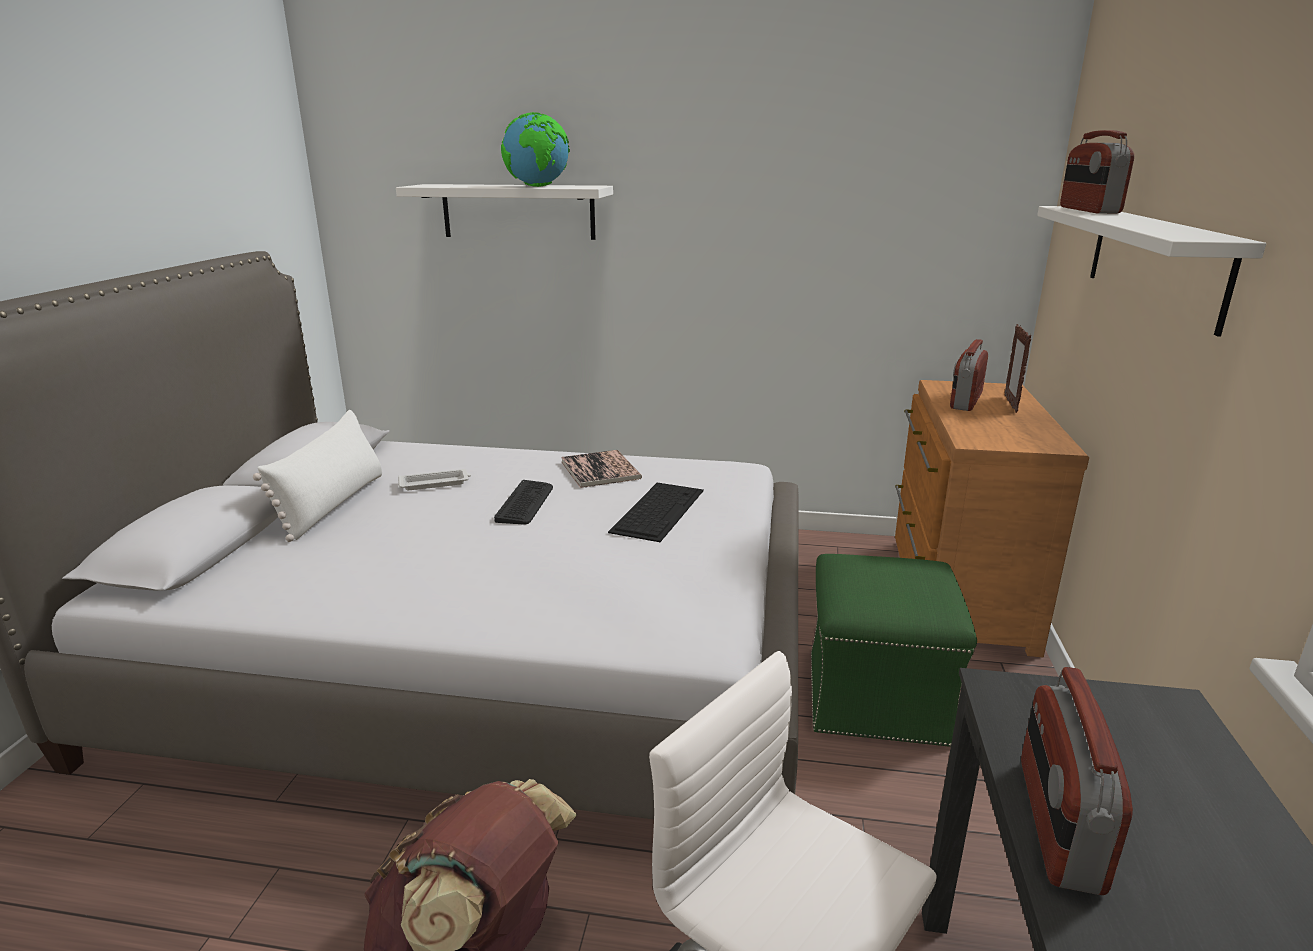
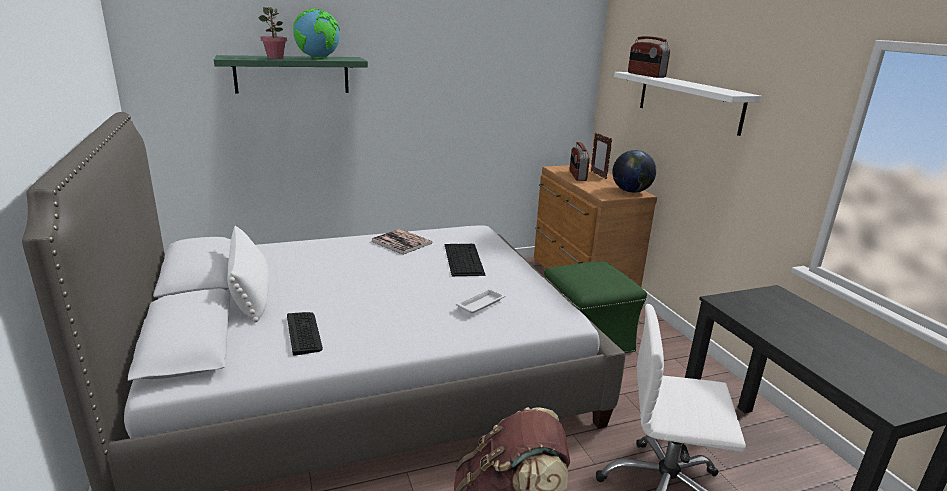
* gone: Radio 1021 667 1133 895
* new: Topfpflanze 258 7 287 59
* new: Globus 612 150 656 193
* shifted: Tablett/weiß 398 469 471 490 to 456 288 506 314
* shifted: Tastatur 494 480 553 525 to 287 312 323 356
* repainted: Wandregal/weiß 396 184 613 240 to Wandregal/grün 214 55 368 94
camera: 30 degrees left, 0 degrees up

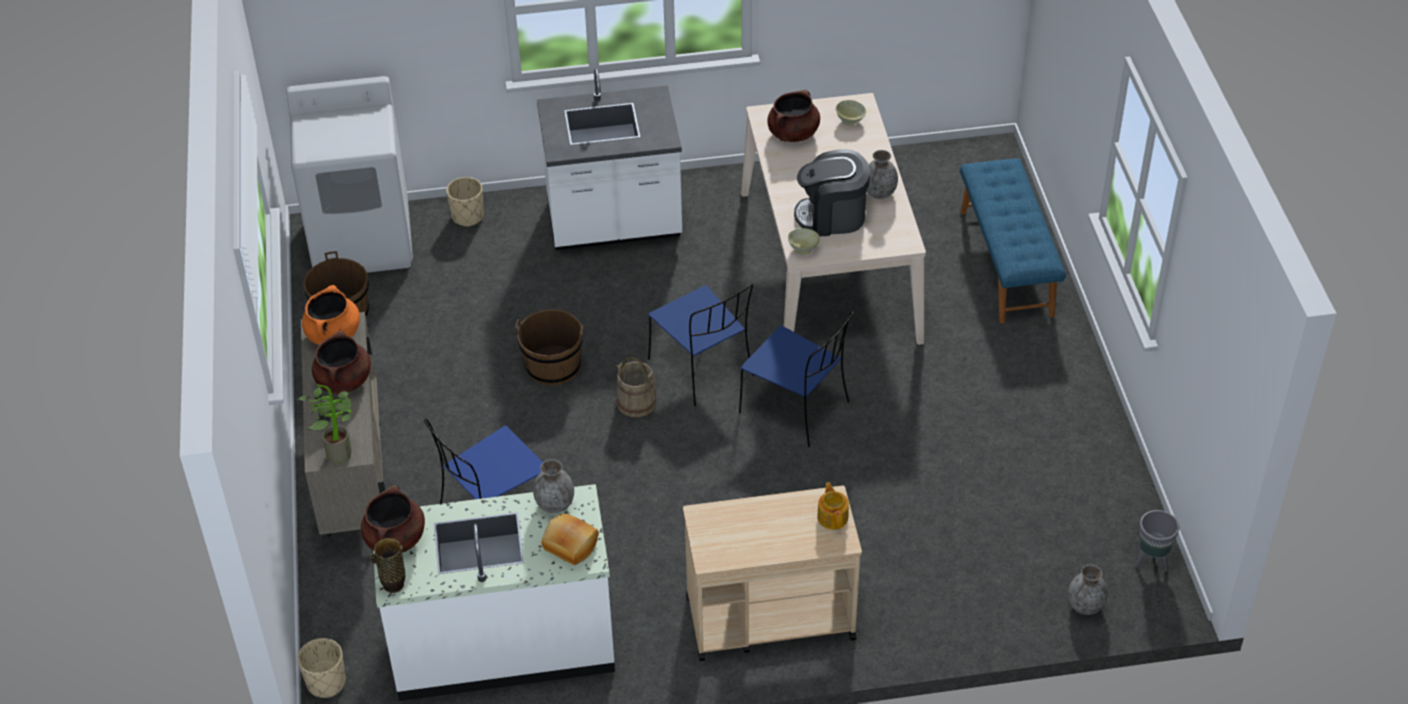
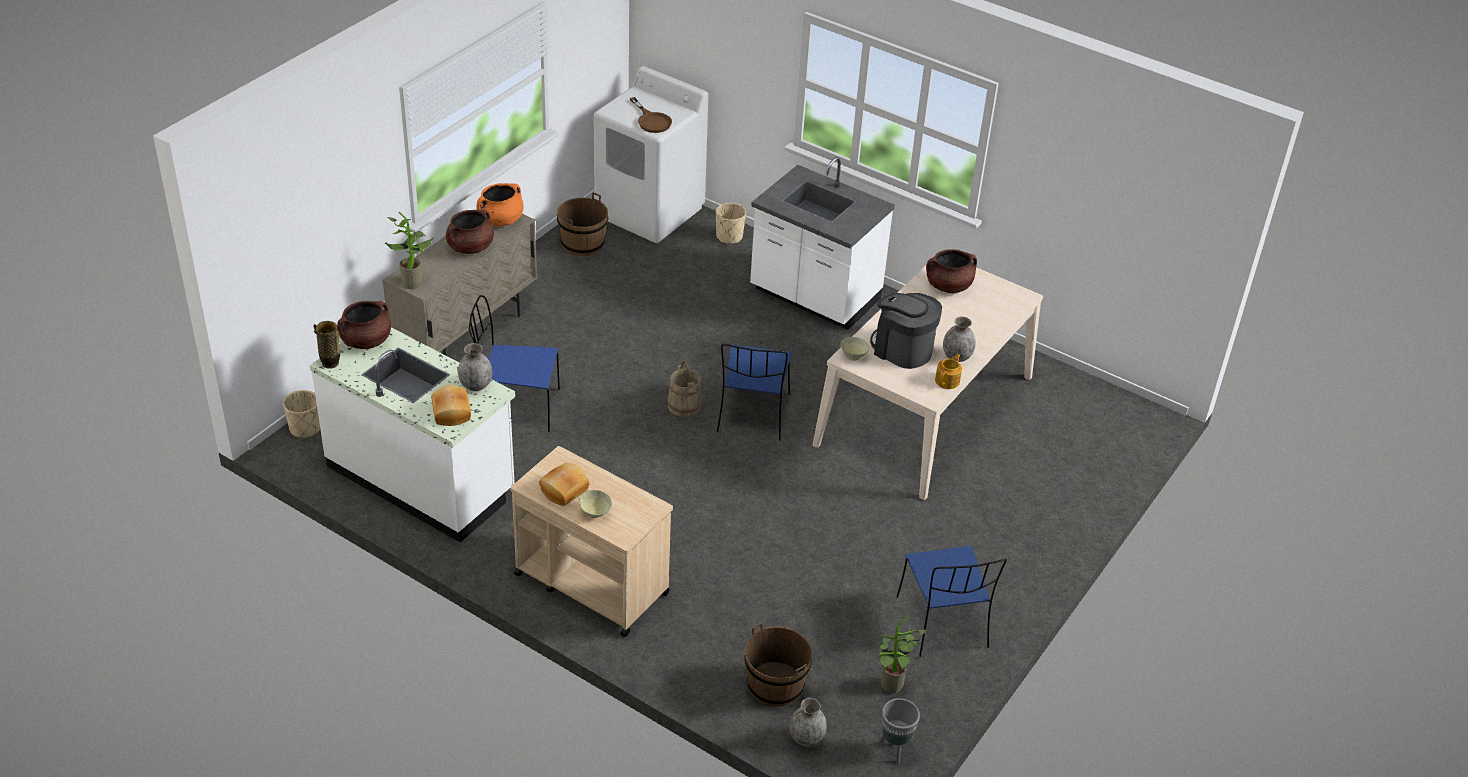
* gone: Bank/blau 960 158 1066 323
* new: Brot 539 463 589 506
* new: Pfanne/braun 630 97 672 133
* new: Topfpflanze 879 616 928 693
* shifted: Eimer/braun 516 309 583 386 to 744 622 812 707
* shifted: Stuhl/blau 739 311 854 447 to 896 546 1007 657
* shifted: Teekanne 817 482 849 530 to 935 354 962 389
* shifted: Schüssel/beige 836 100 866 125 to 579 490 612 518
camera: 40 degrees right, 5 degrees down

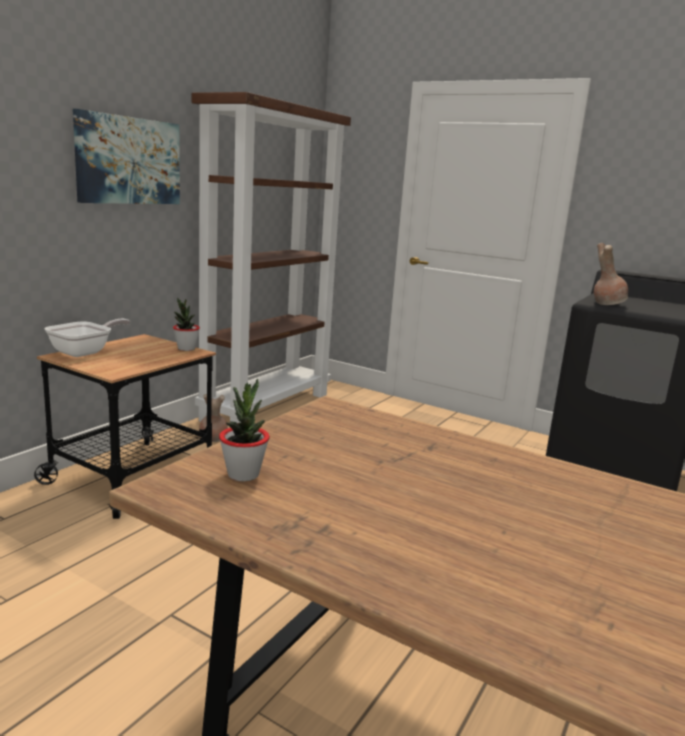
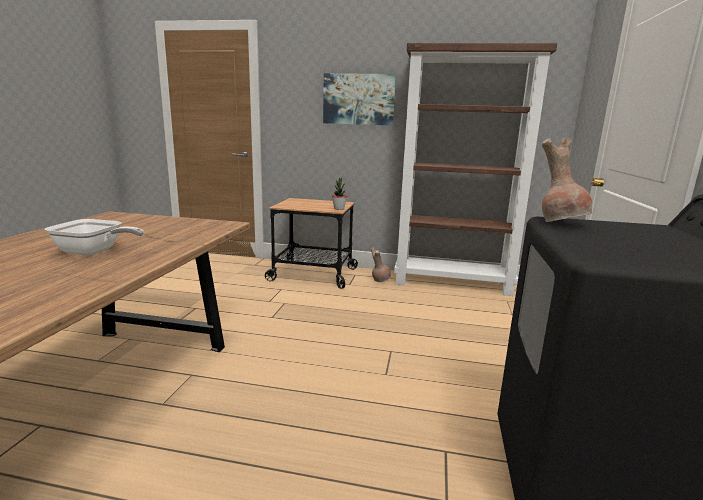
* gone: Topfpflanze 219 378 270 481
* shifted: Pfanne 44 319 130 357 to 45 219 144 256
camera: 70 degrees right, 0 degrees up

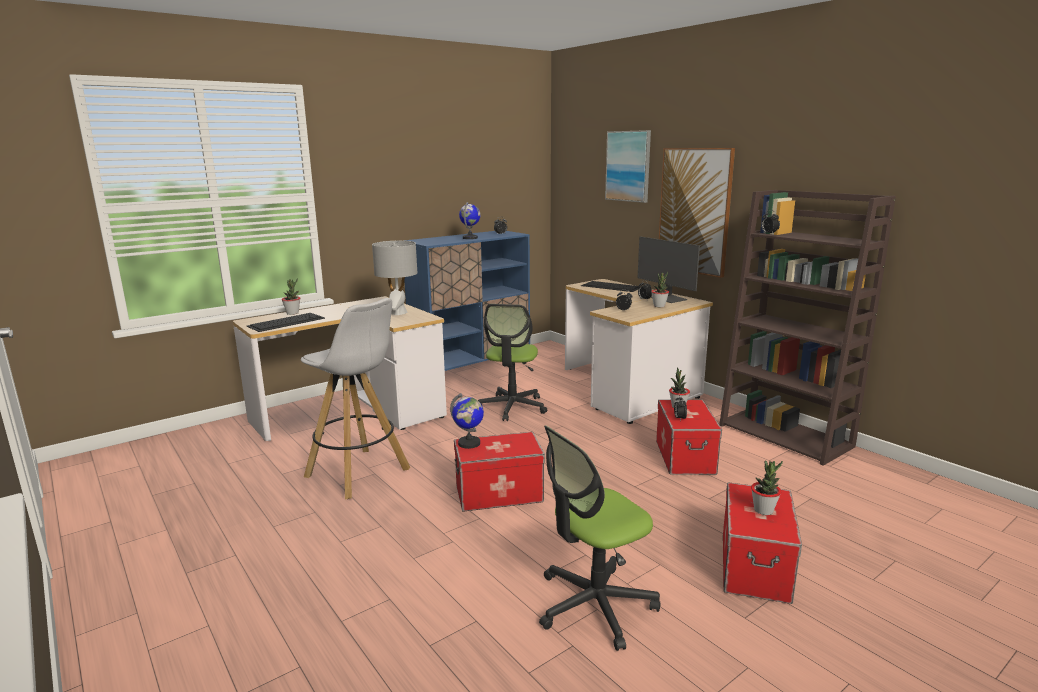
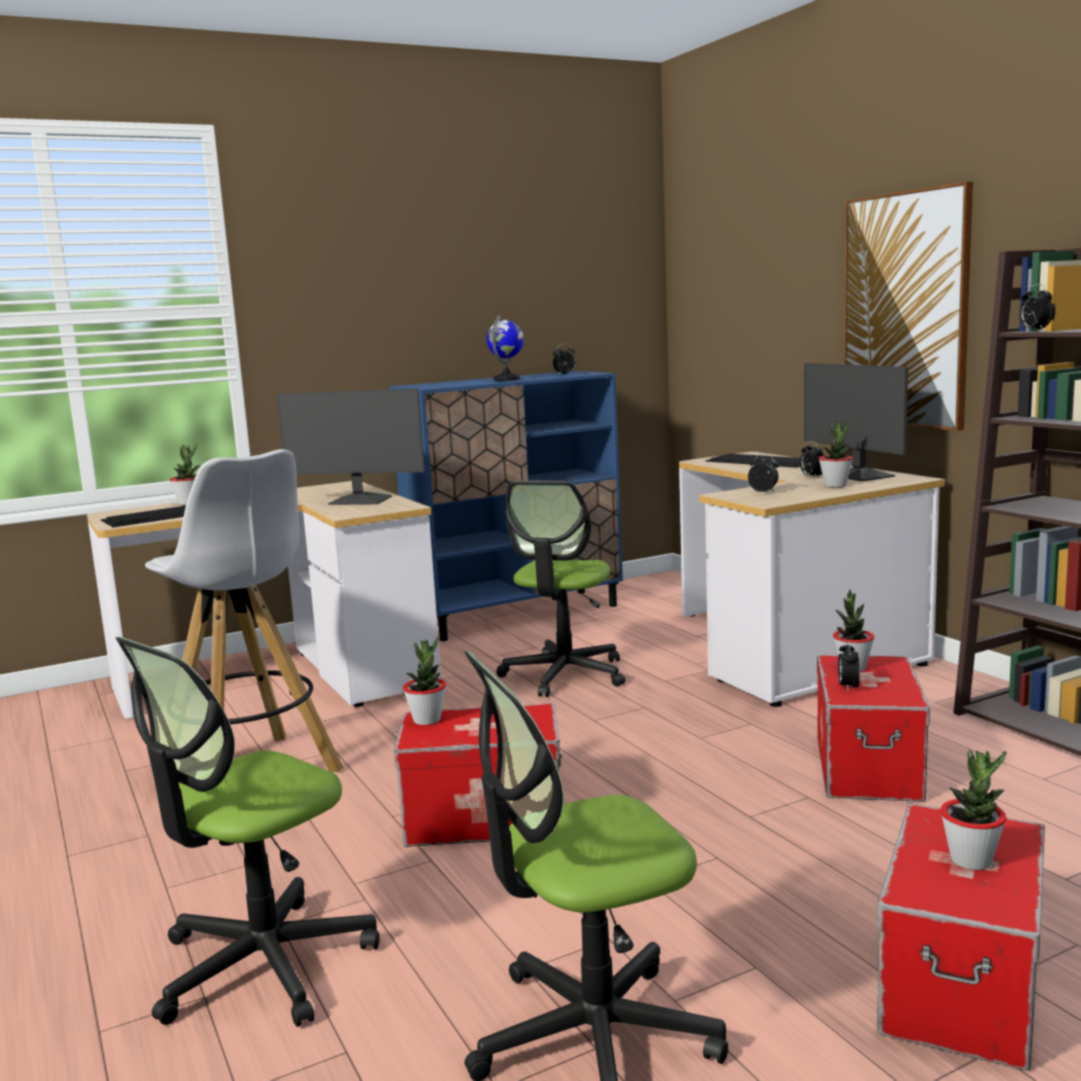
* gone: Bild 605 130 651 203
* new: Bürostuhl 116 637 380 1027
* swapped: Tischlampe/grau 372 241 417 315 to Monitor 276 388 425 505
* swapped: Globus 450 393 484 449 to Topfpflanze 403 636 446 725
camera: 10 degrees right, 5 degrees down

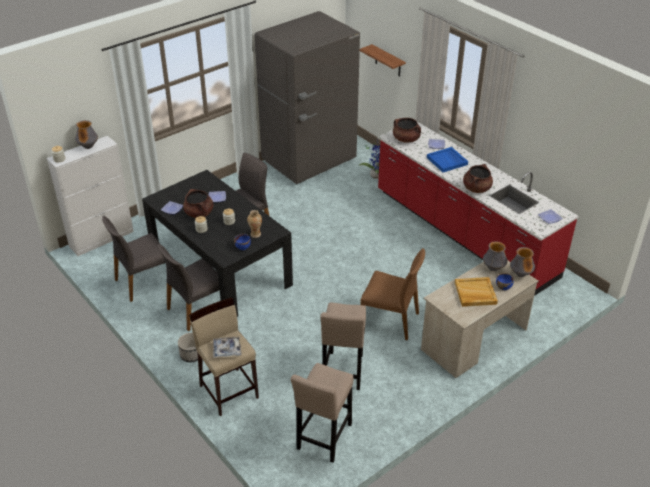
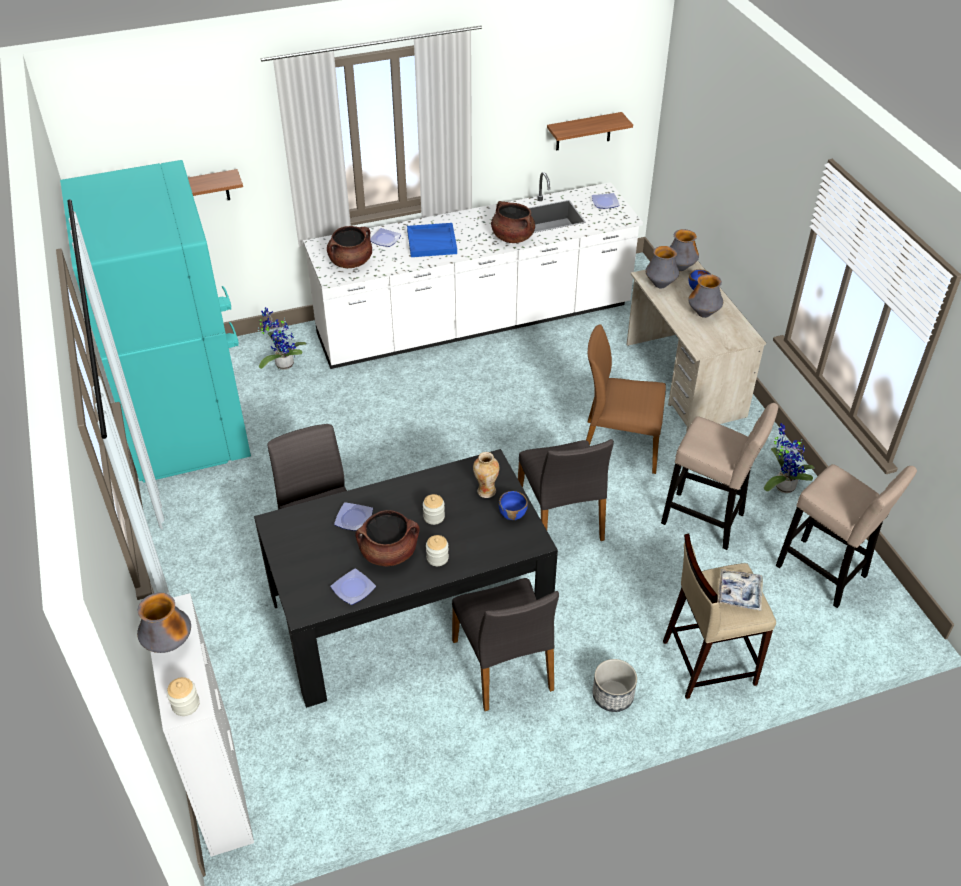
* new: Wandregal 547 112 633 151
* new: Topfpflanze 764 423 815 493
* shifted: Stuhl/grau 102 216 165 302 to 518 439 614 541
* swapped: Tablett/beige 455 277 498 307 to Vase 688 274 723 318
* repainted: Kühlschrank/grau 254 11 360 184 to Kühlschrank/türkis 60 160 251 482
* repainted: Küchenzeile/rot 378 122 579 295 to Küchenzeile/weiß 303 172 643 369
* rotated: Stuhl/braun 360 248 425 341 = 586 324 666 474 120 degrees counterclockwise
camera: 70 degrees left, 5 degrees up

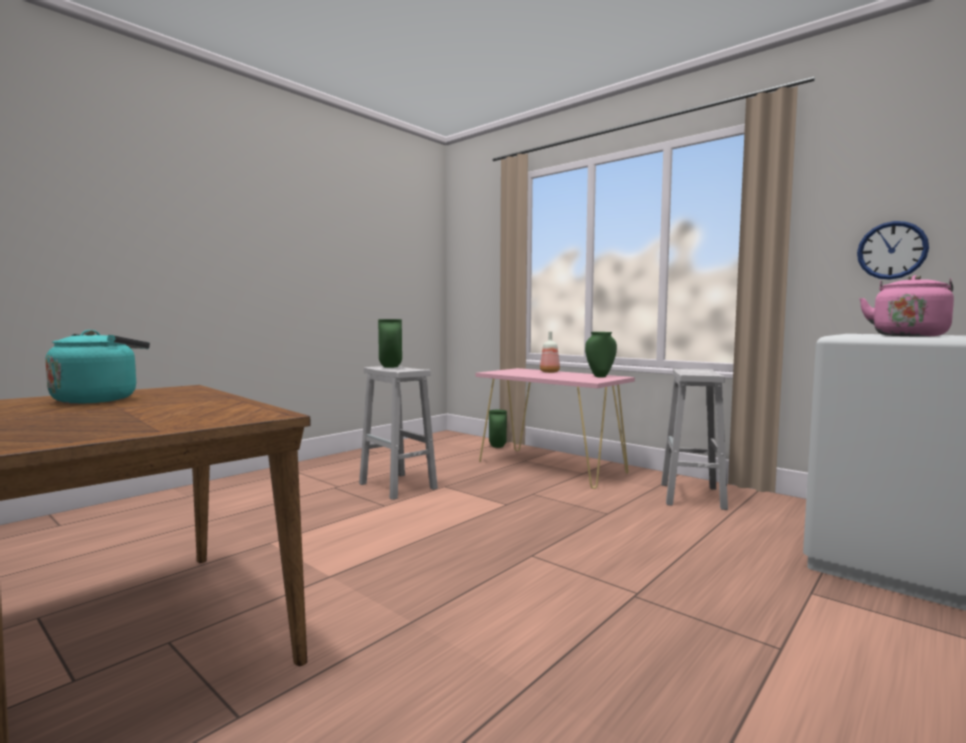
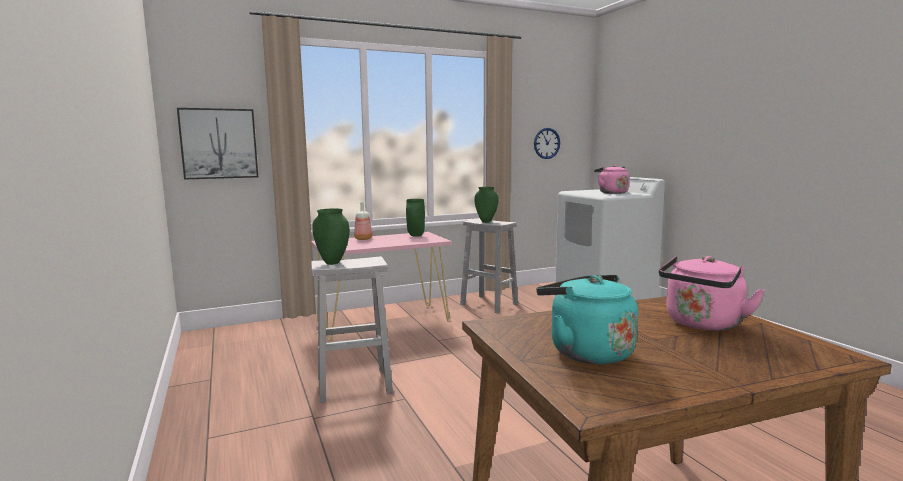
* new: Bild 177 108 258 180
* new: Wasserkessel/rosa 659 256 765 331
* shifted: Vase/grün 489 410 507 448 to 474 187 499 223
camera: 65 degrees left, 5 degrees up

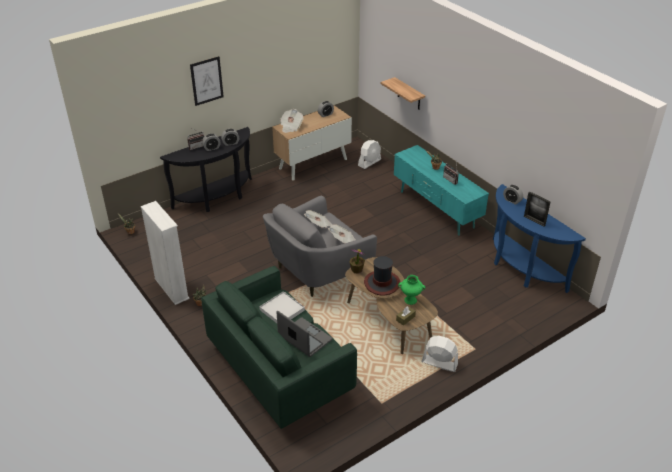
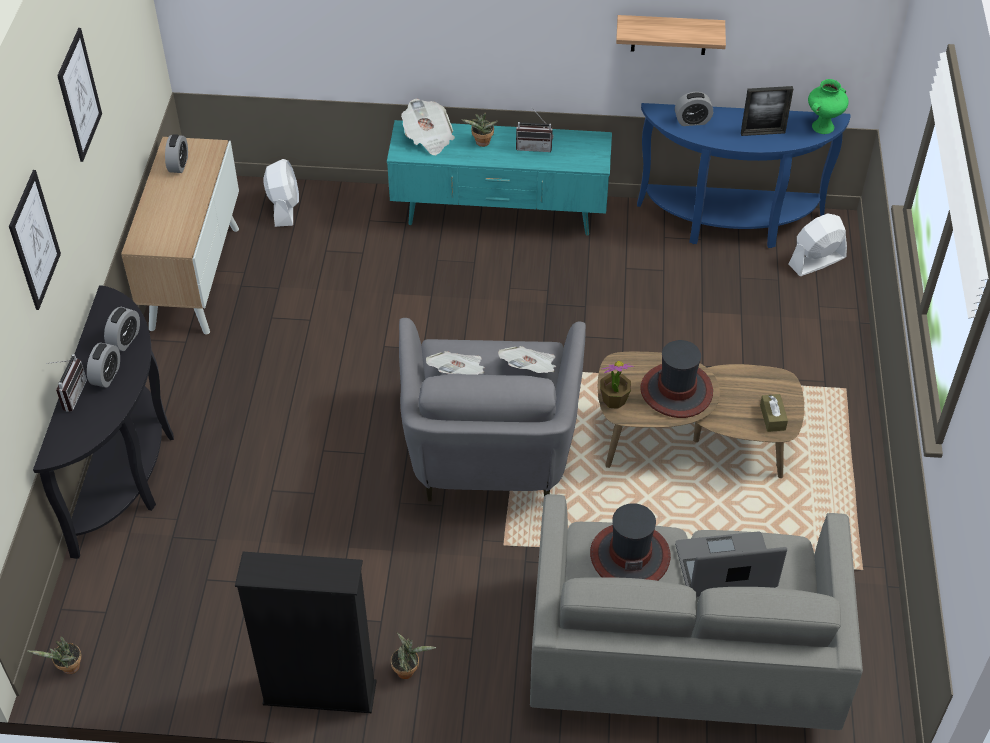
* new: Bild 57 28 102 162
* shifted: Zeitung 280 109 304 133 to 401 99 455 155
* shifted: Wandregal 380 77 425 110 to 616 15 726 55
* shifted: Vase/grün 398 275 425 305 to 808 79 849 134
* shifted: Ventilator/weiß 421 336 458 372 to 788 213 847 276
* swapped: Tablett/weiß 259 291 305 323 to Hut 590 503 671 581
* repainted: Bücherregal/weiß 141 201 190 305 to Bücherregal/schwarz 235 552 377 713
* repainted: Sofa/grün 201 266 357 429 to Sofa/grau 530 494 863 730
camera: 50 degrees left, 10 degrees up

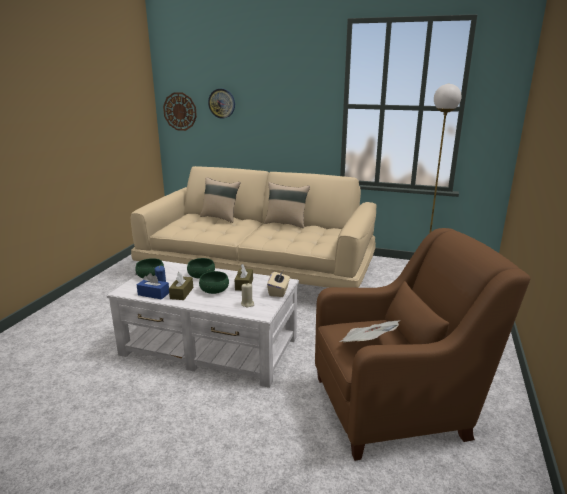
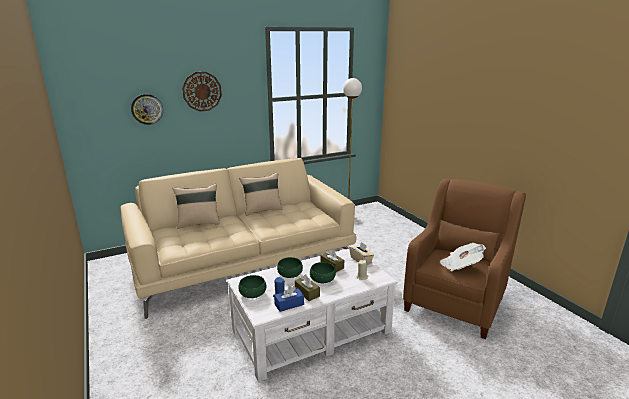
* shifted: Wanduhr 163 92 197 131 to 182 72 222 112
camera: 45 degrees left, 0 degrees up

